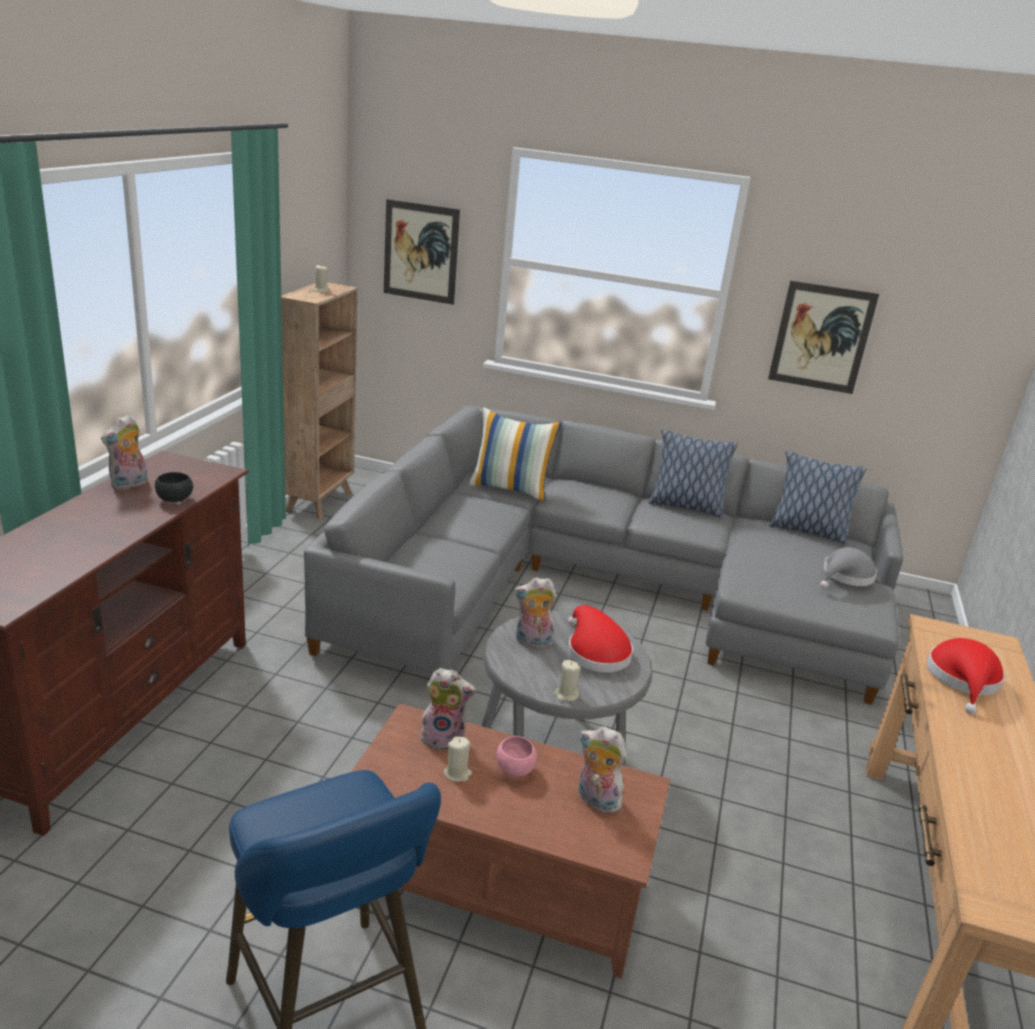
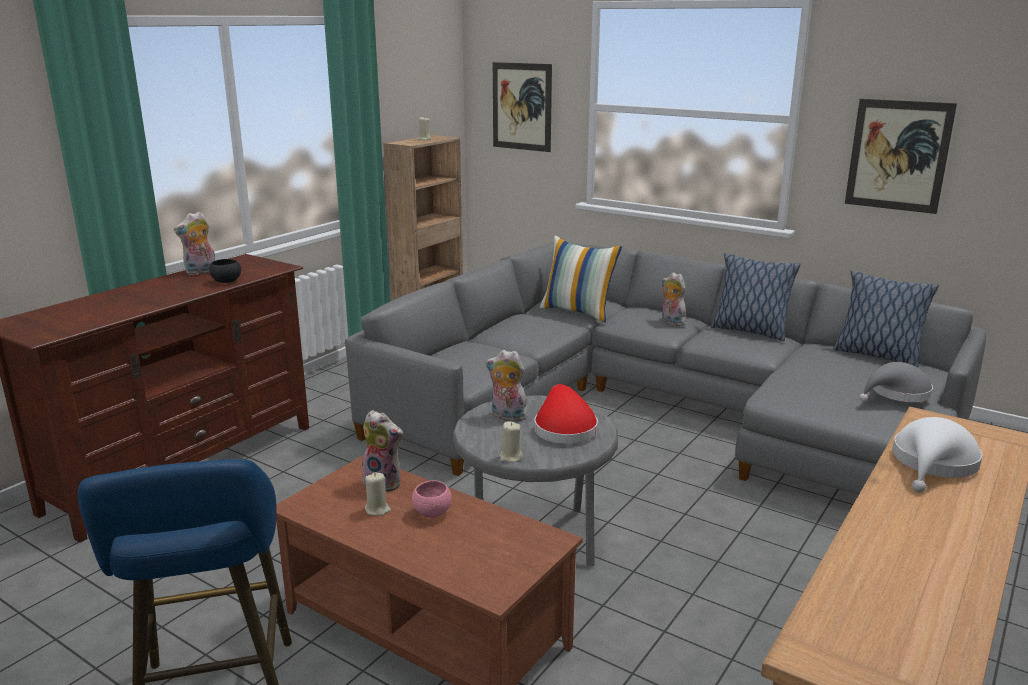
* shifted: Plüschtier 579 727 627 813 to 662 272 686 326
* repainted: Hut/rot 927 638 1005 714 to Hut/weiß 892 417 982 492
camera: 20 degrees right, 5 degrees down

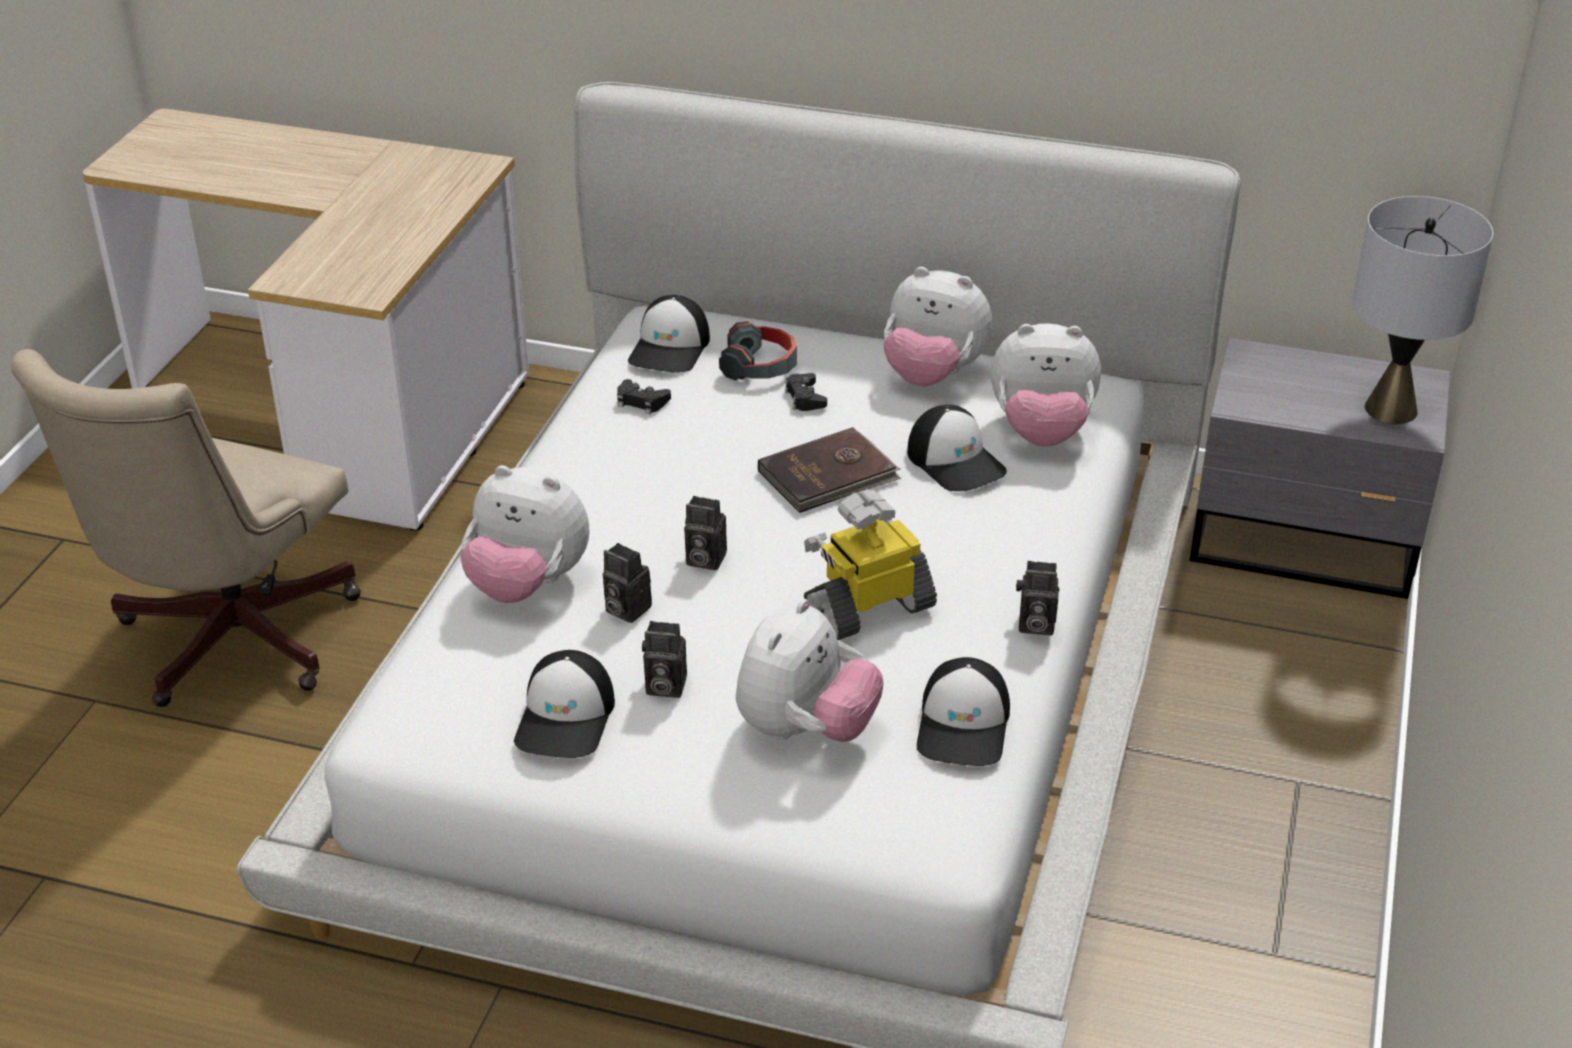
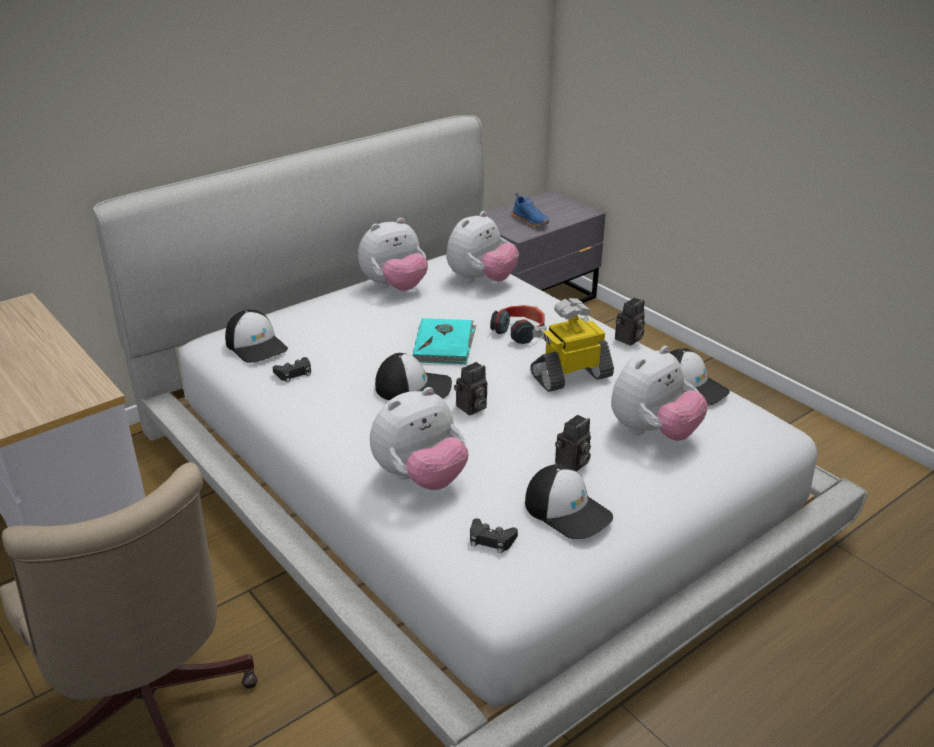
* gone: Kamera 603 543 652 623
* gone: Tischlampe/grau 1352 196 1493 424
* new: Schuh/blau 512 193 549 227
* shifted: Kopfhörer 719 321 797 381 to 490 305 545 344
* shifted: Gamepad/schwarz 785 373 827 411 to 470 518 518 554
* shifted: Kappe 907 405 1007 491 to 375 353 452 400
* repainted: Buch/braun 758 427 901 513 to Buch/türkis 413 318 476 364
* rotated: Plüschtier 736 599 883 742 = 611 346 708 441 75 degrees clockwise
* rotated: Spielzeugroboter 803 490 937 640 = 531 298 614 392 60 degrees clockwise
camera: 55 degrees left, 5 degrees down

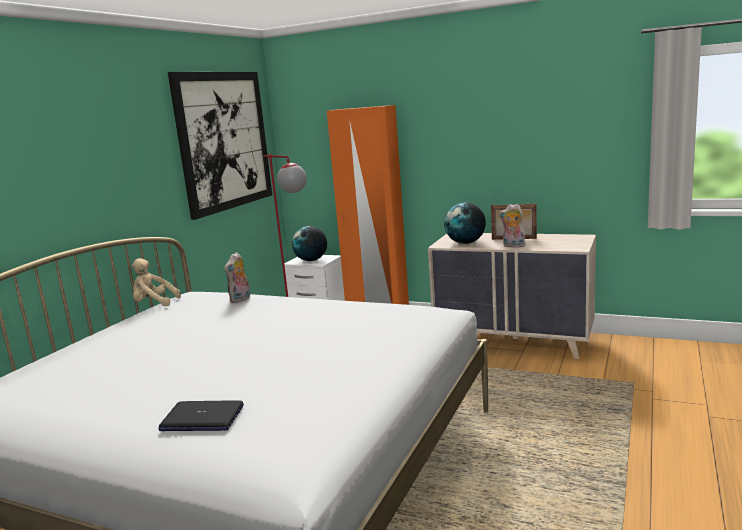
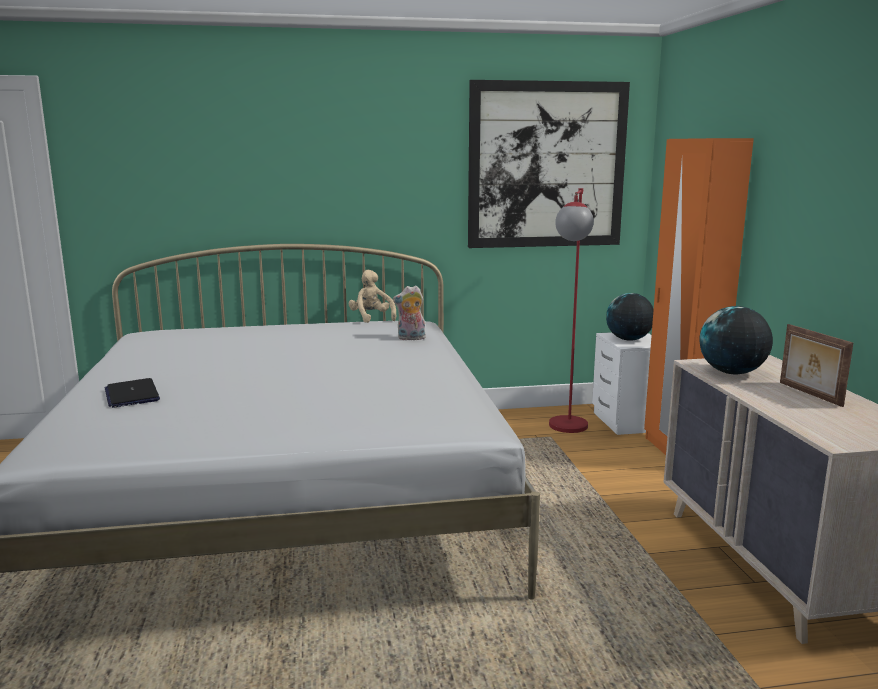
* gone: Plüschtier 499 204 526 248
camera: 55 degrees right, 0 degrees up

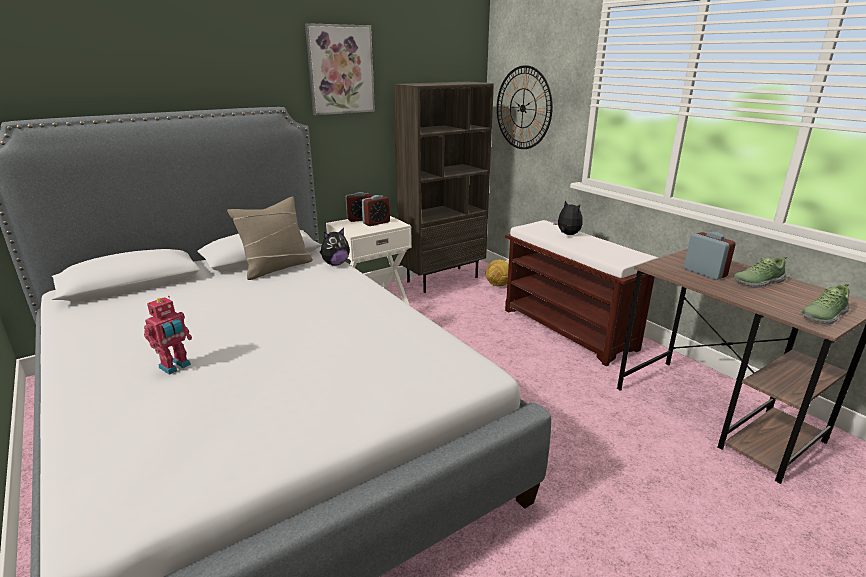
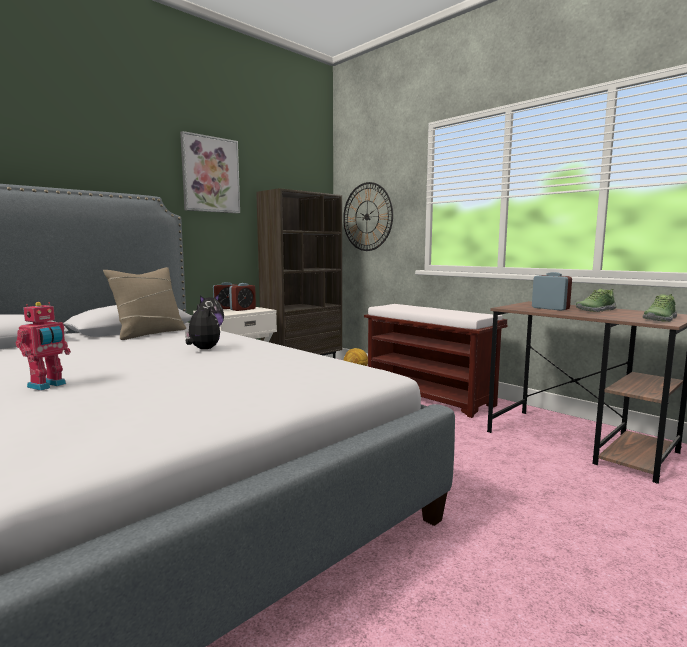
* shifted: Plüschtier 553 200 583 235 to 185 305 220 349
camera: 10 degrees left, 15 degrees down

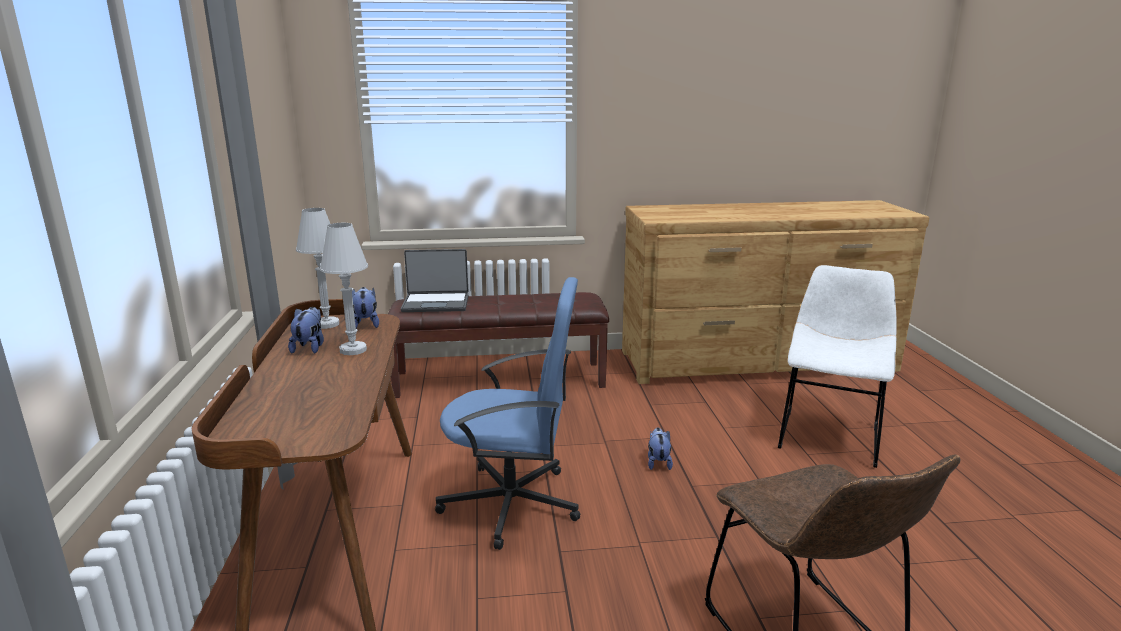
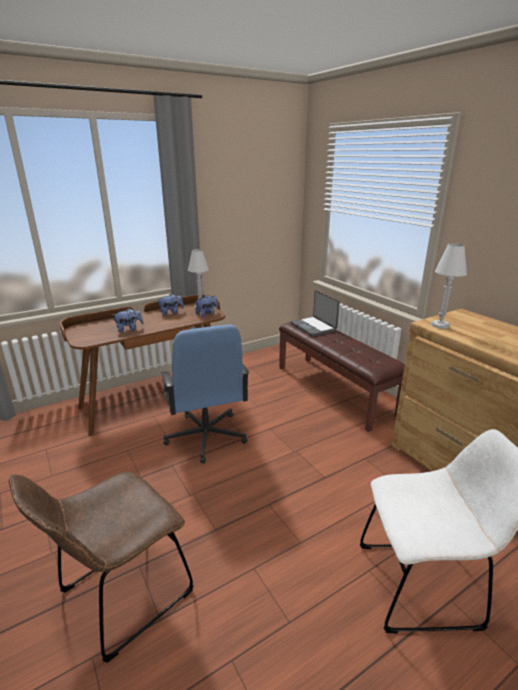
* shifted: Tischlampe/weiß 320 223 368 355 to 432 243 467 329
* shifted: Plüschtier 648 428 673 470 to 114 308 144 333
camera: 65 degrees right, 5 degrees up

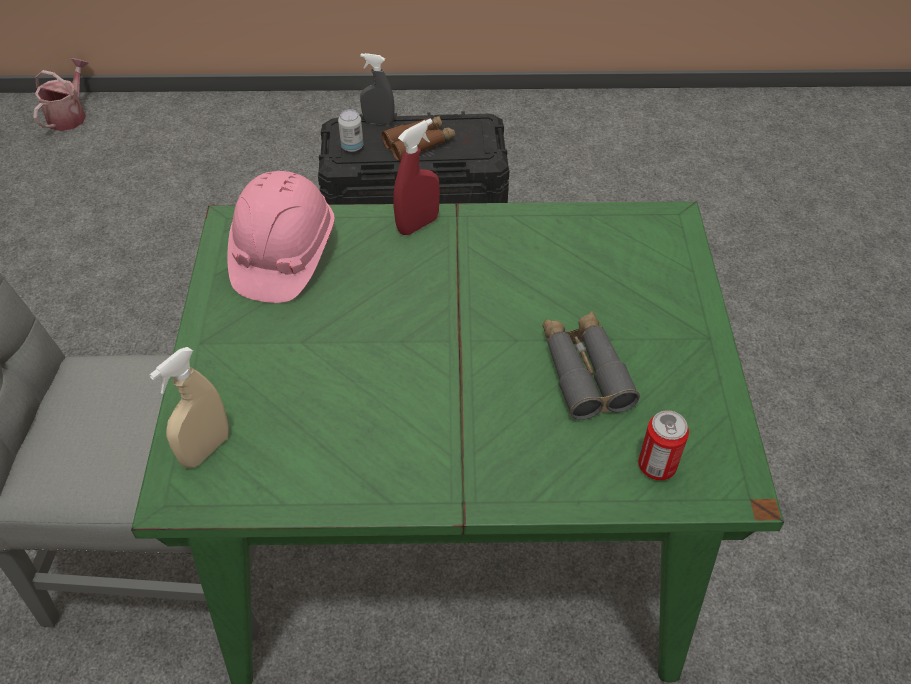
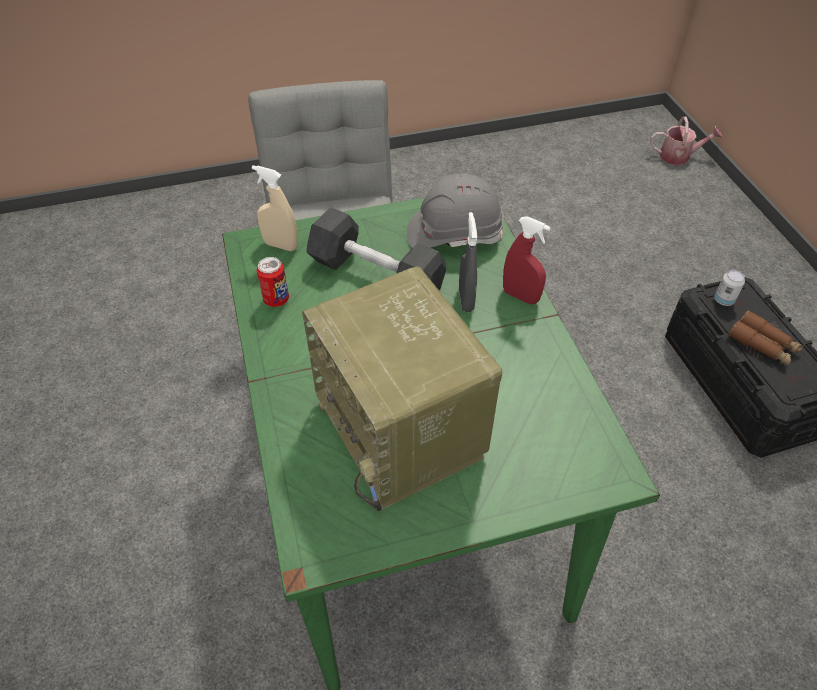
* new: Hantel/grau 307 207 446 290
* shifted: Sprühflasche/grau 360 53 395 125 to 459 212 477 312
* shifted: Dose 638 410 689 480 to 257 257 289 307
* swapped: Fernglas/grau 543 311 640 420 to Radio 302 266 502 511
* repainted: Schutzhelm/rosa 227 171 335 303 to Schutzhelm/grau 407 173 504 248
camera: 75 degrees right, 0 degrees up

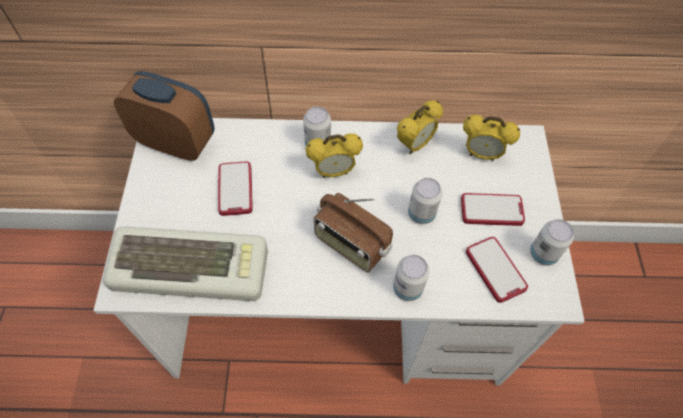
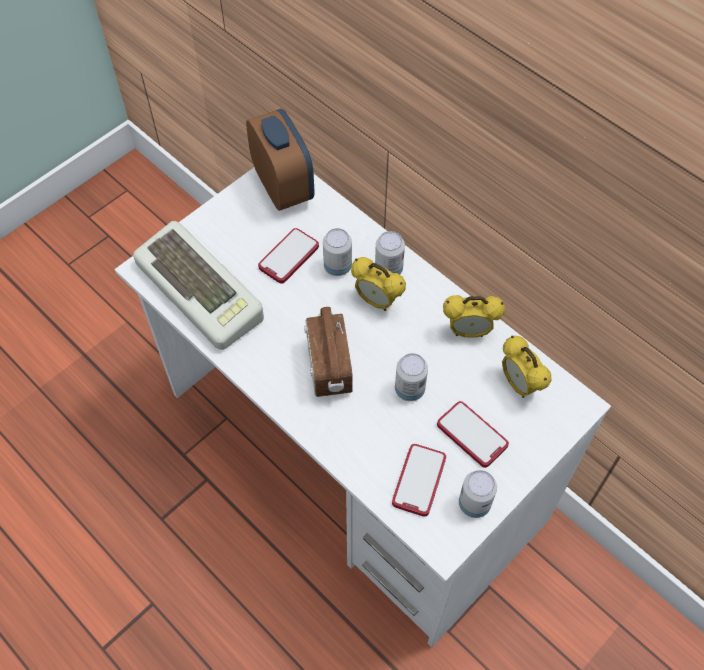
* shifted: Dose 393 255 429 301 to 323 228 352 276
camera: 45 degrees right, 0 degrees up

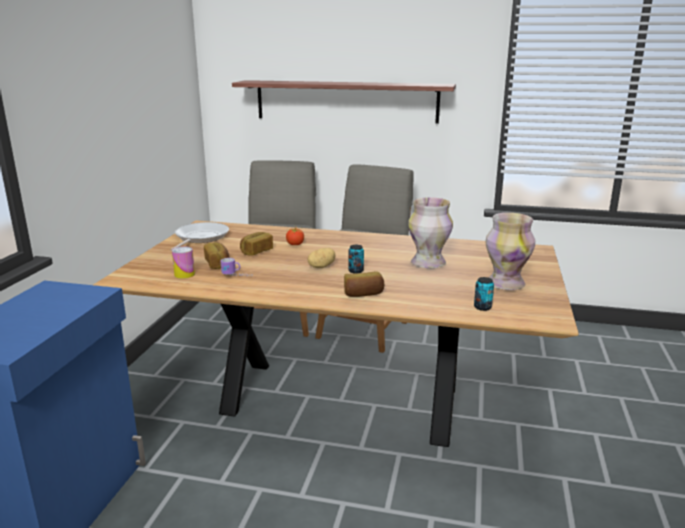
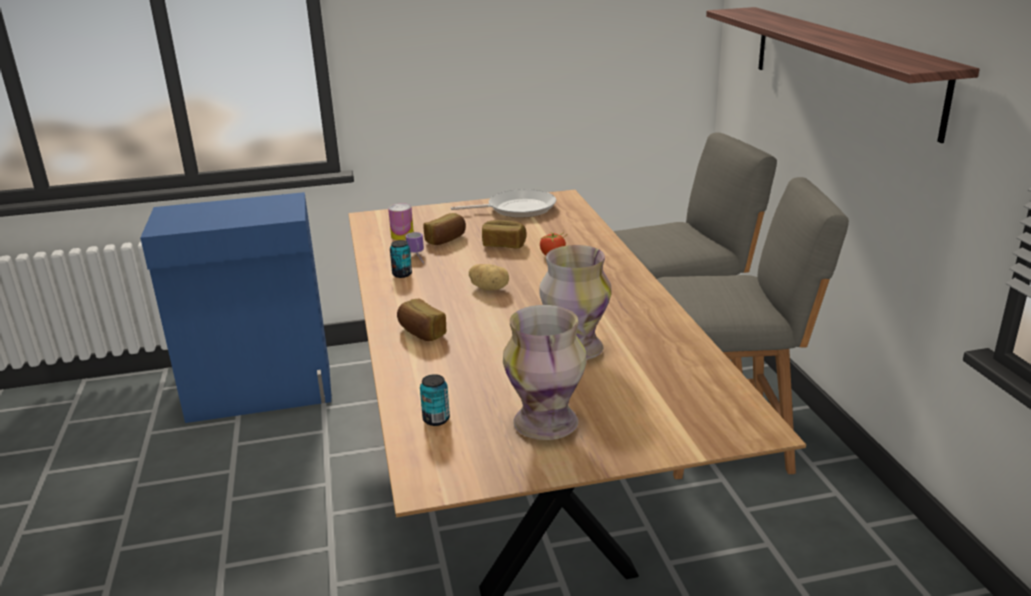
* shifted: Dose 348 245 364 274 to 390 240 412 278
camera: 65 degrees right, 5 degrees up

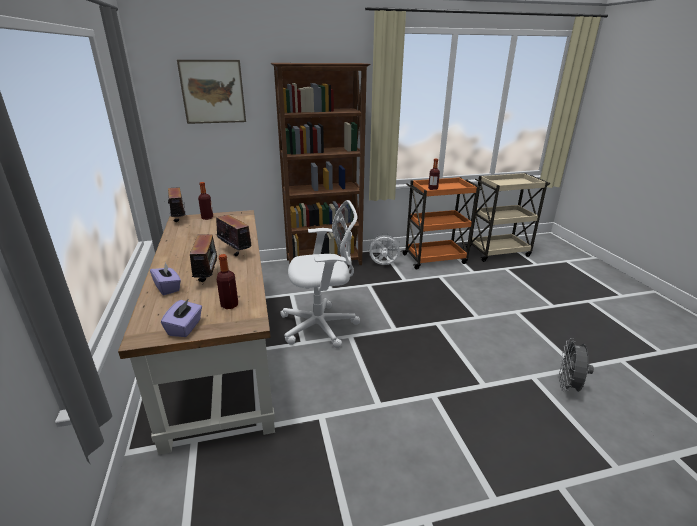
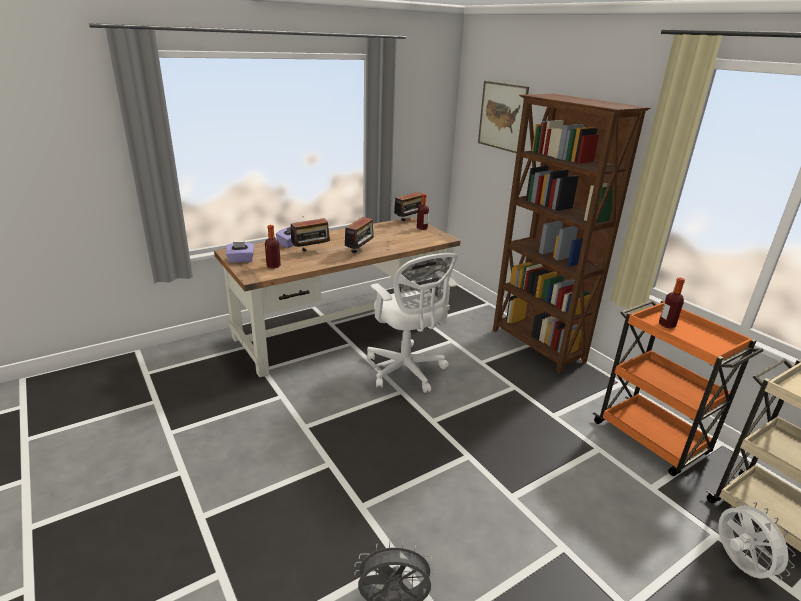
* shifted: Ventilator/weiß 369 233 402 265 to 718 501 796 580
camera: 70 degrees right, 0 degrees up

